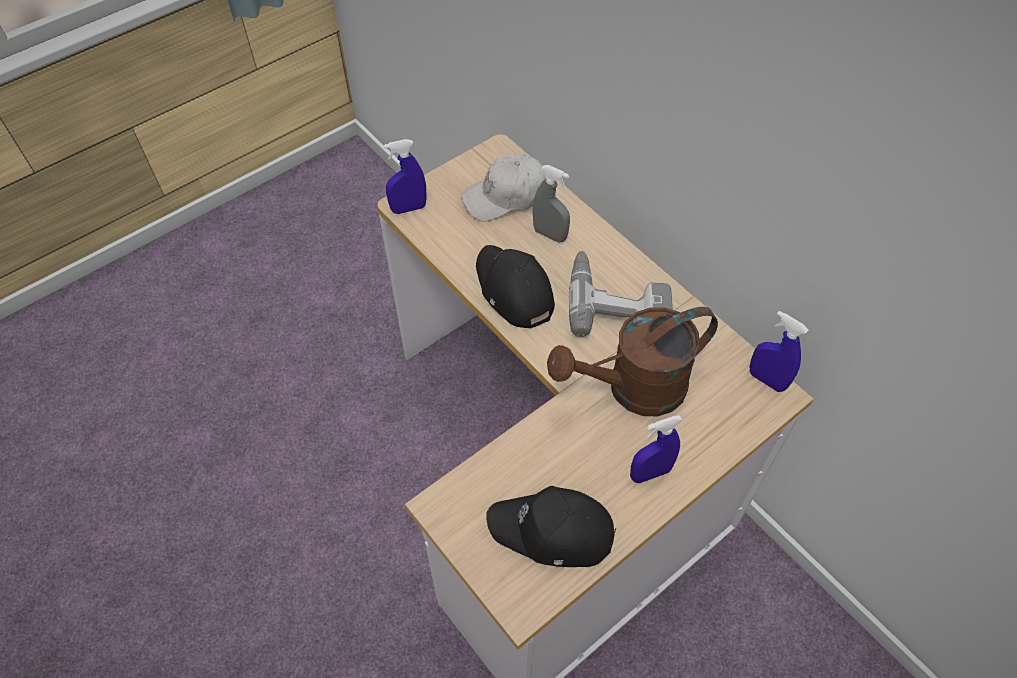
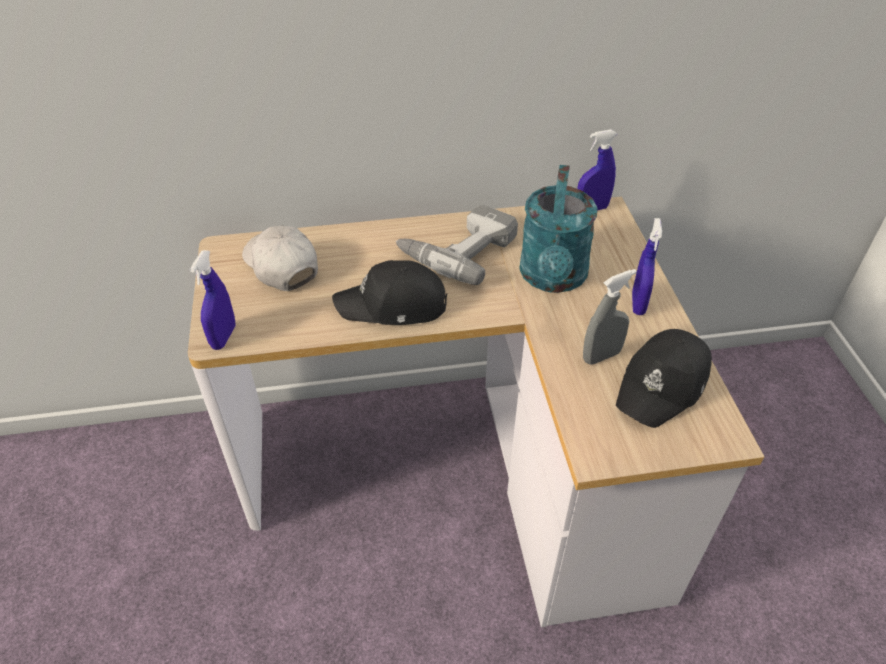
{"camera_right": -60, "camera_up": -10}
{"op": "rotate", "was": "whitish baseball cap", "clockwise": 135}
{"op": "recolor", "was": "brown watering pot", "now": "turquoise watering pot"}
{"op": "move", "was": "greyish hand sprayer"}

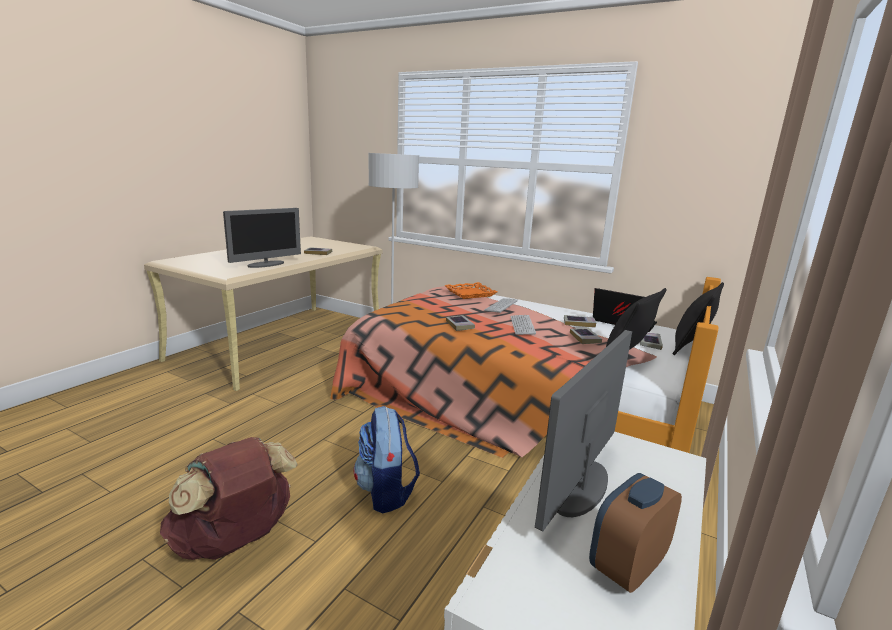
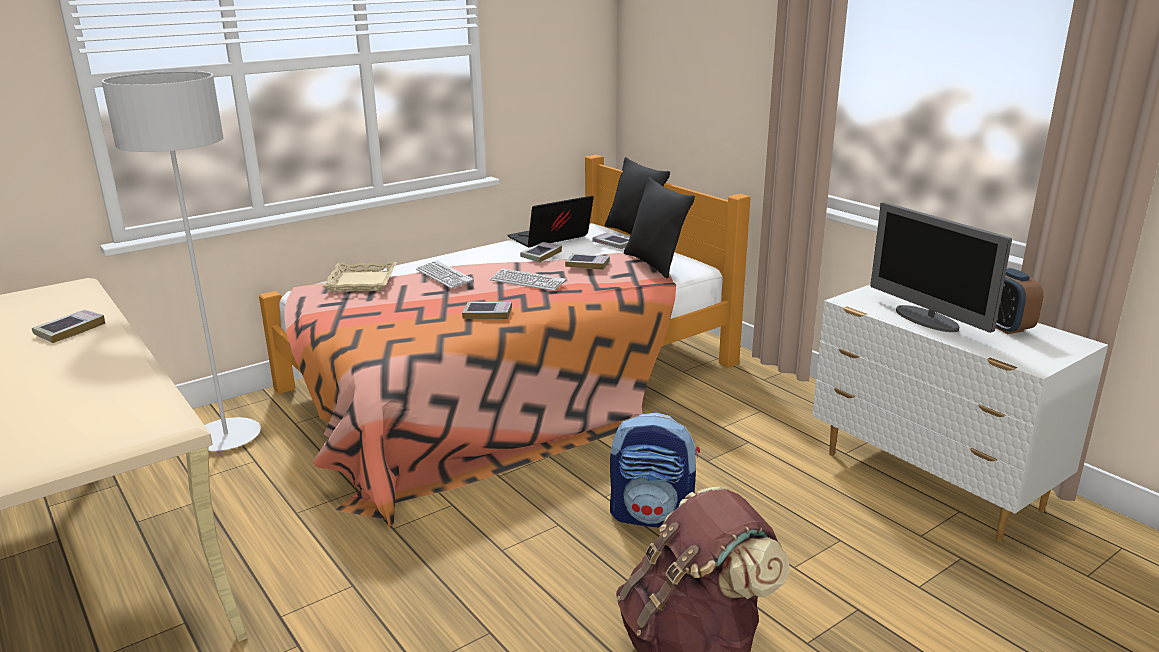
{"camera_right": -65, "camera_up": 5}
{"op": "recolor", "was": "orange-coloured carrying tray", "now": "beige carrying tray"}
{"op": "delete", "was": "computer screen (1st from left)"}

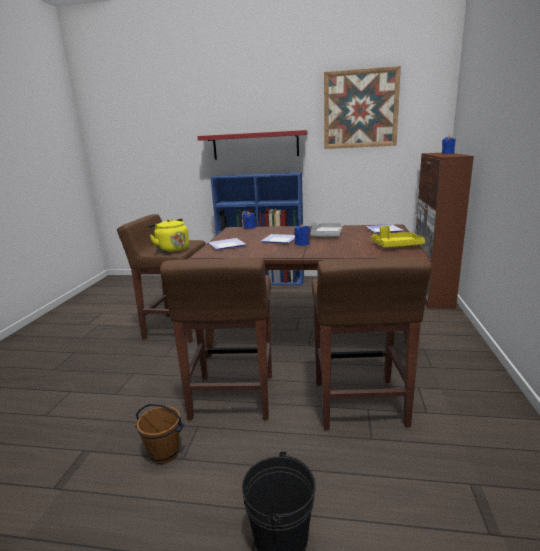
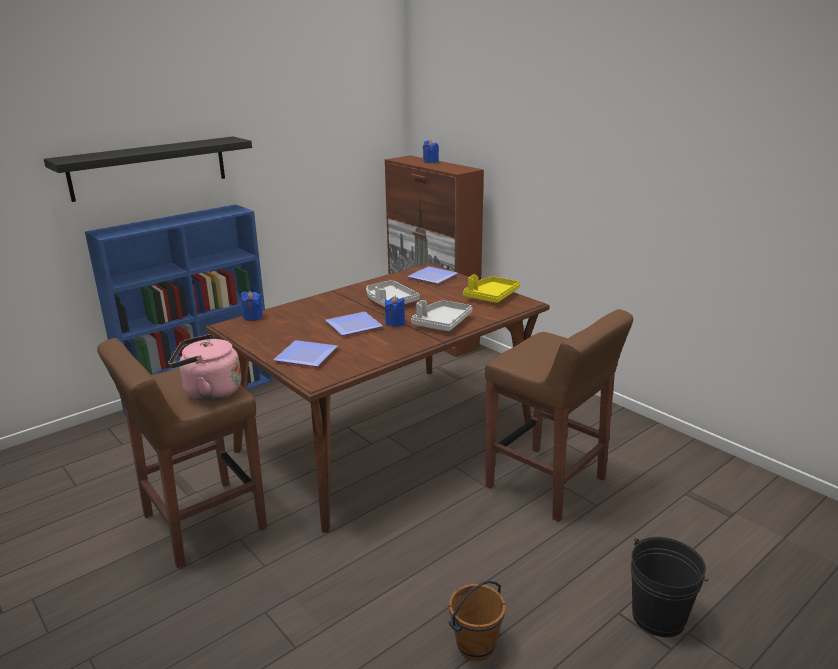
{"camera_right": -50, "camera_up": 5}
{"op": "recolor", "was": "red bracket shelf", "now": "blackish bracket shelf"}
{"op": "recolor", "was": "yellow-coloured tea kettle", "now": "pink-coloured tea kettle"}
{"op": "insert", "now": "greyish carrying tray (2nd from left)"}
{"op": "delete", "was": "brown stool (2nd from left)"}
{"op": "delete", "was": "wall art"}

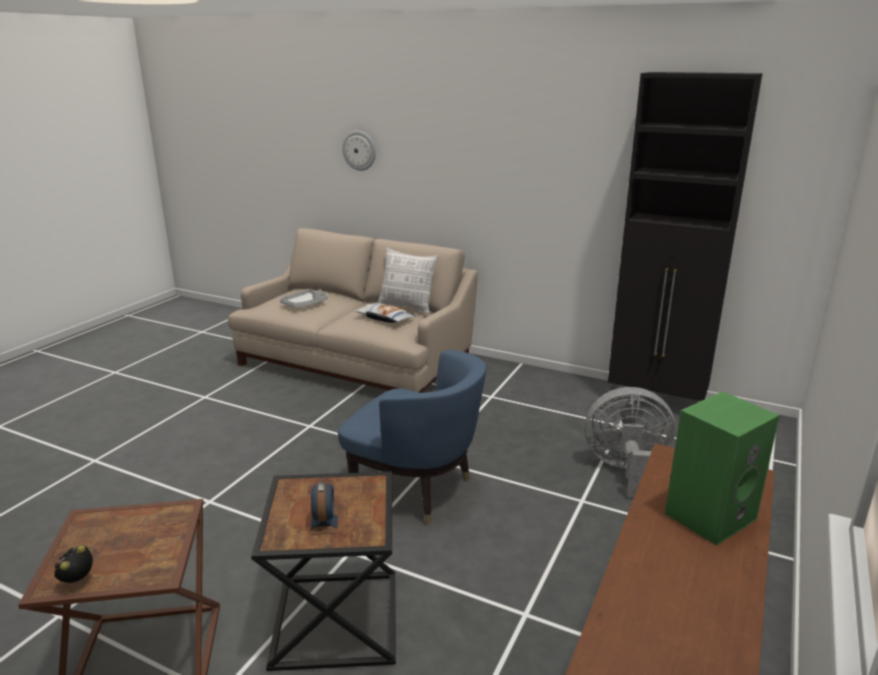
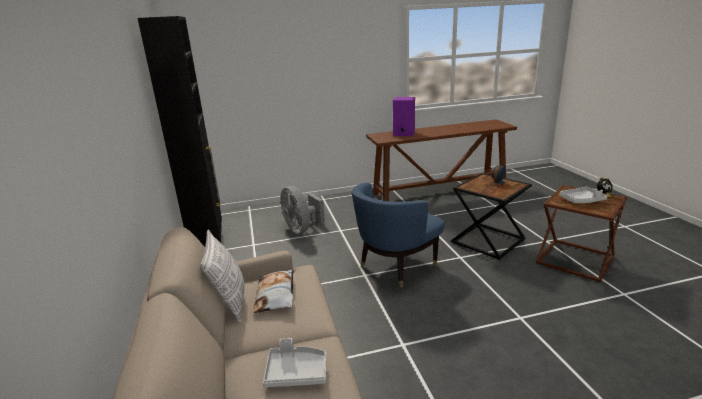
{"camera_right": -130, "camera_up": 0}
{"op": "rotate", "was": "blue lounge chair", "clockwise": -120}
{"op": "recolor", "was": "green loudspeaker", "now": "purplish loudspeaker"}
{"op": "insert", "now": "greyish carrying tray (2nd from left)"}
{"op": "delete", "was": "clock on the wall"}

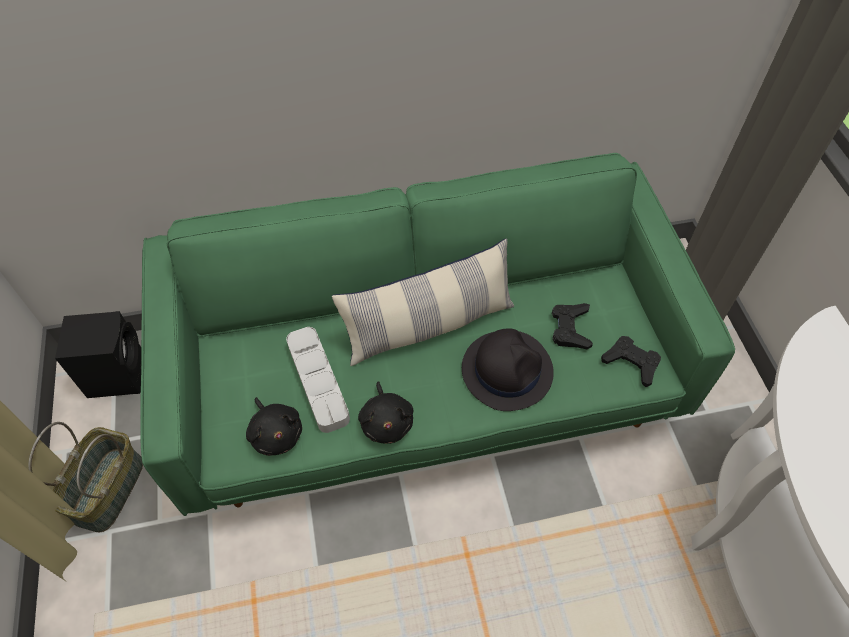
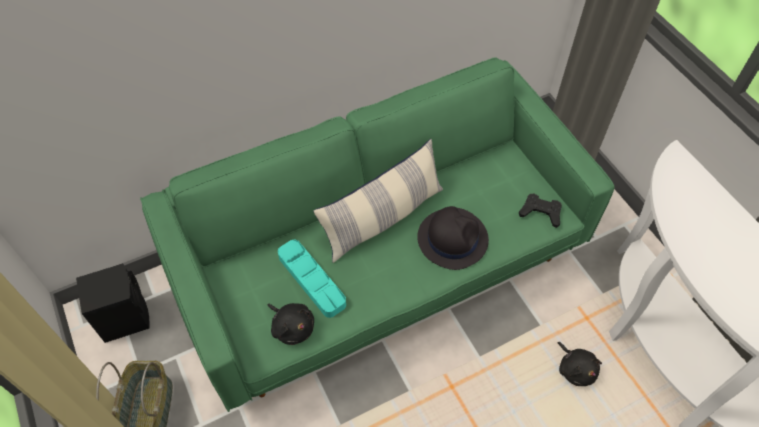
{"camera_right": -15, "camera_up": 0}
{"op": "recolor", "was": "greyish carrying tray", "now": "turquoise carrying tray"}
{"op": "move", "was": "blackish cuddly toy (2nd from left)"}
{"op": "delete", "was": "blackish game controller (1st from left)"}

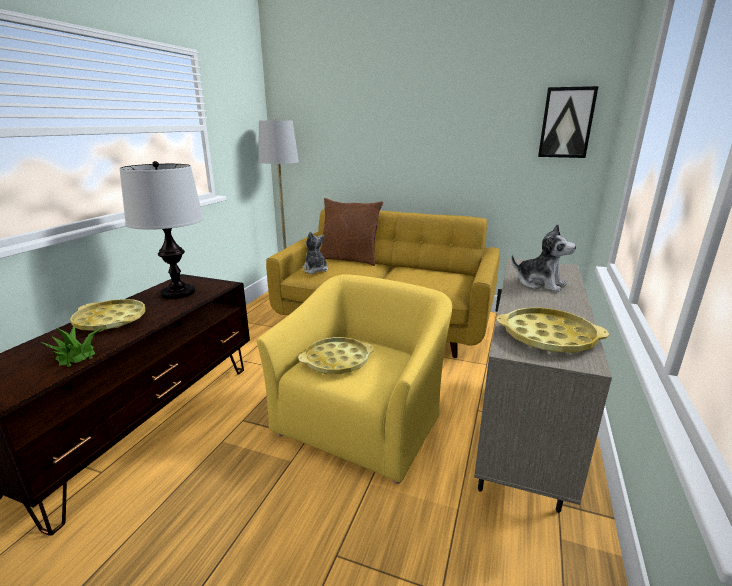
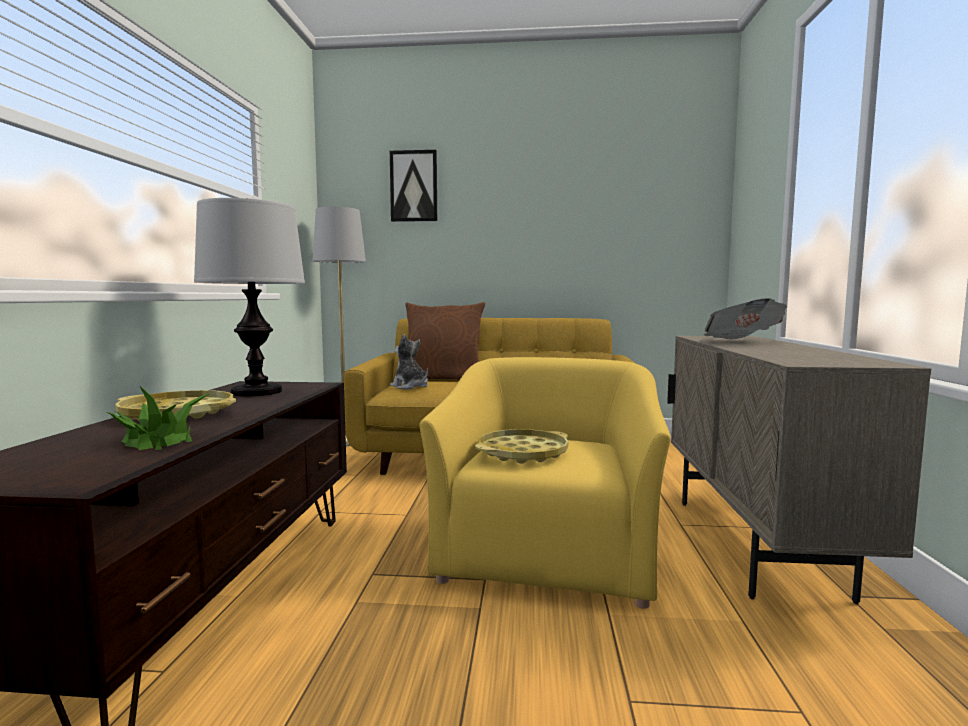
{"camera_right": -15, "camera_up": -15}
{"op": "move", "was": "wall art"}
{"op": "replace", "was": "cuddly toy (2nd from left)", "now": "newspaper"}
{"op": "delete", "was": "yellow-coloured carrying tray (3rd from left)"}

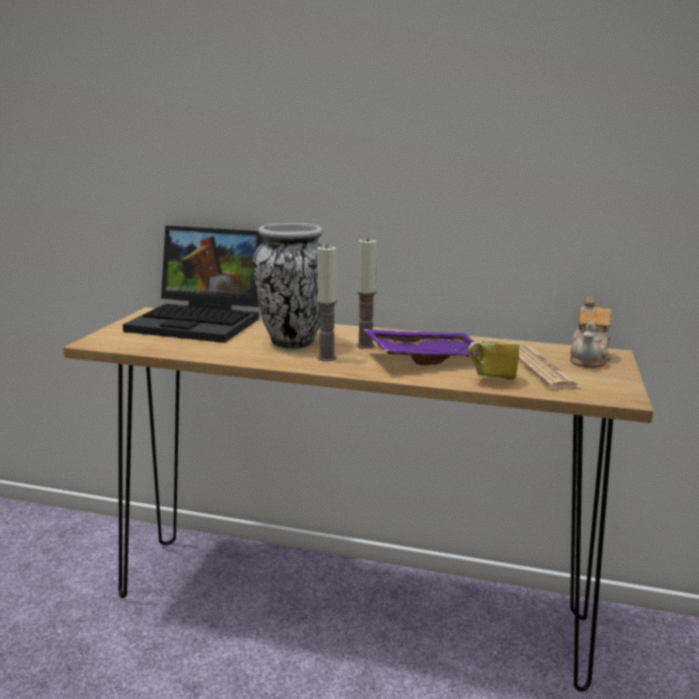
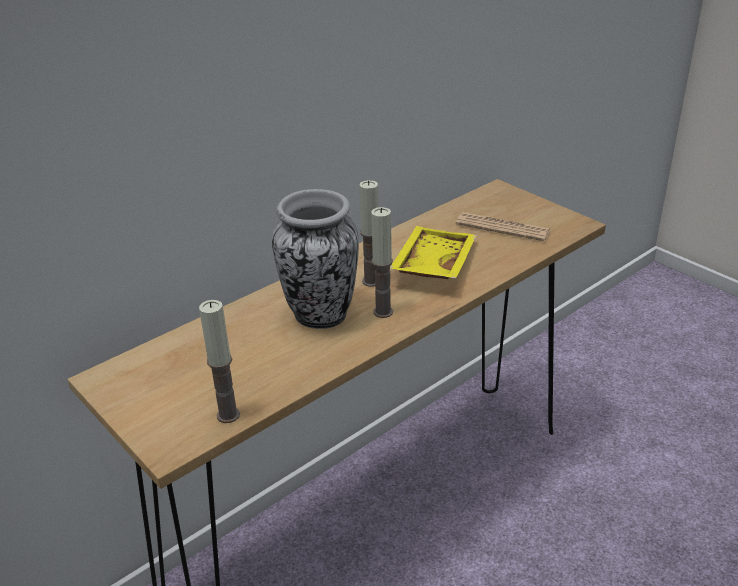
{"camera_right": -55, "camera_up": 15}
{"op": "insert", "now": "wax light (1st from left)"}
{"op": "recolor", "was": "purplish carrying tray", "now": "yellow-coloured carrying tray"}
{"op": "delete", "was": "laptop"}
{"op": "delete", "was": "coffee mug"}
{"op": "delete", "was": "teapot"}

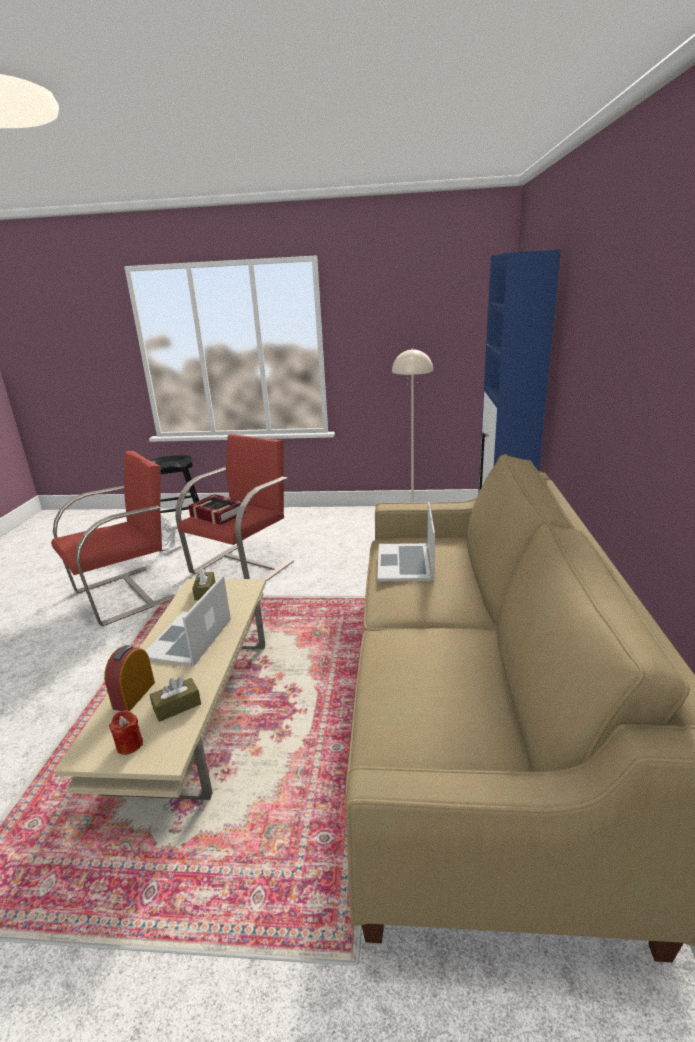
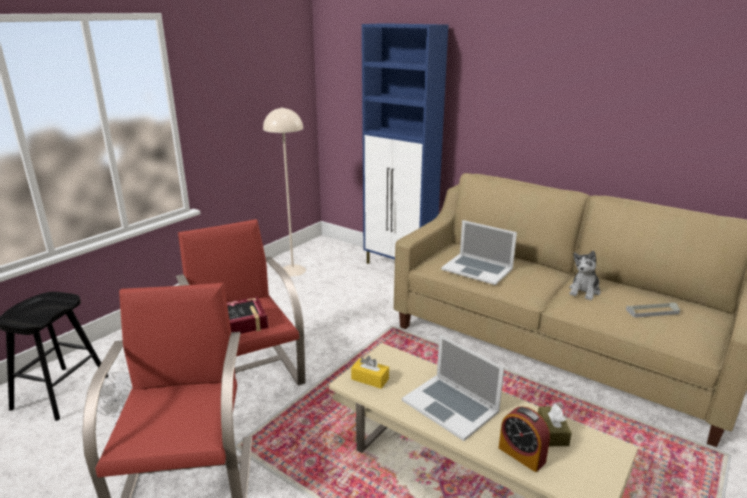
{"camera_right": -60, "camera_up": 0}
{"op": "recolor", "was": "brown box of tissues (2nd from left)", "now": "yellow-coloured box of tissues"}
{"op": "insert", "now": "cuddly toy"}
{"op": "insert", "now": "greyish carrying tray"}
{"op": "delete", "was": "red wax light"}

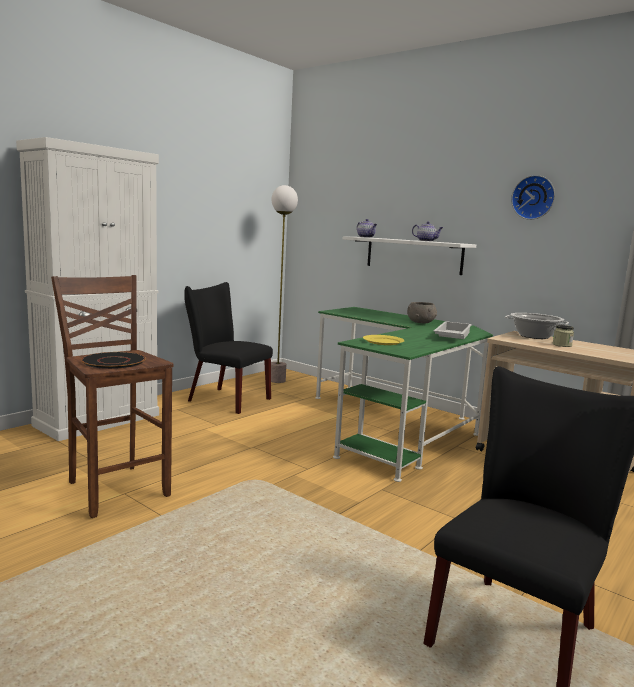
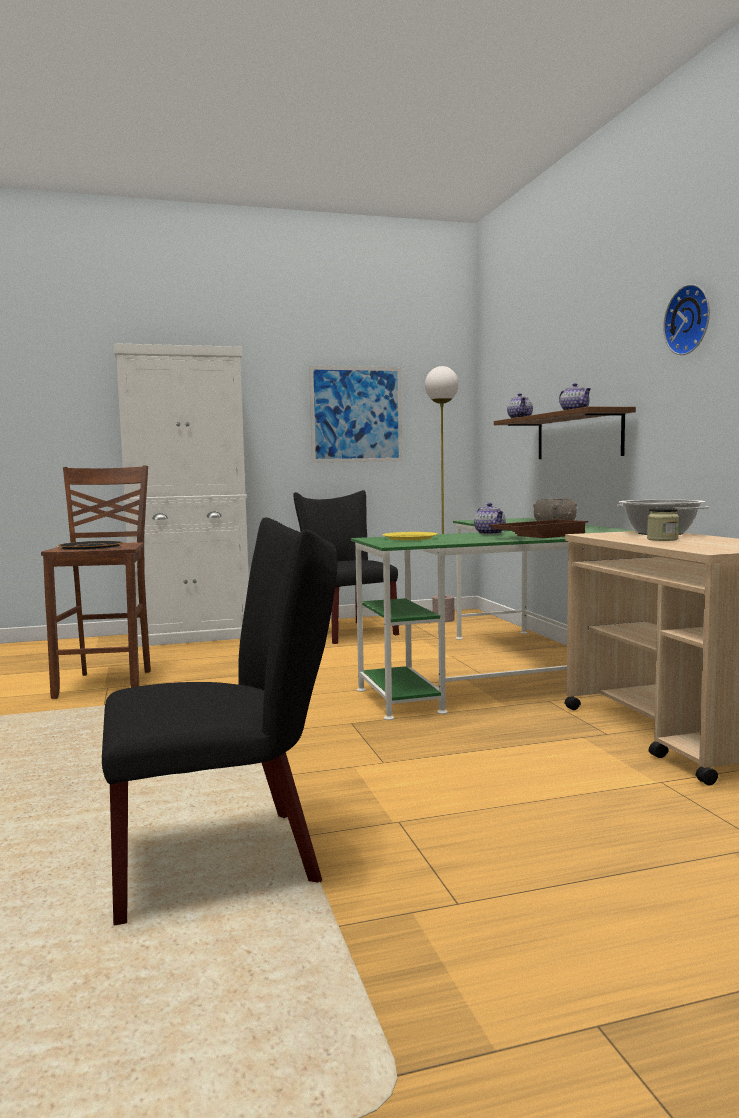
{"camera_right": 35, "camera_up": -5}
{"op": "insert", "now": "wall art"}
{"op": "insert", "now": "teapot (1st from left)"}
{"op": "recolor", "was": "whitish carrying tray", "now": "brown carrying tray"}
{"op": "recolor", "was": "whitish bracket shelf", "now": "brown bracket shelf"}

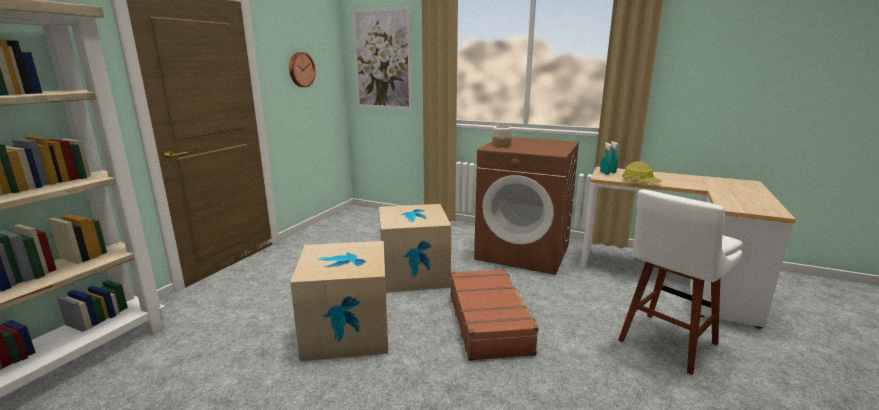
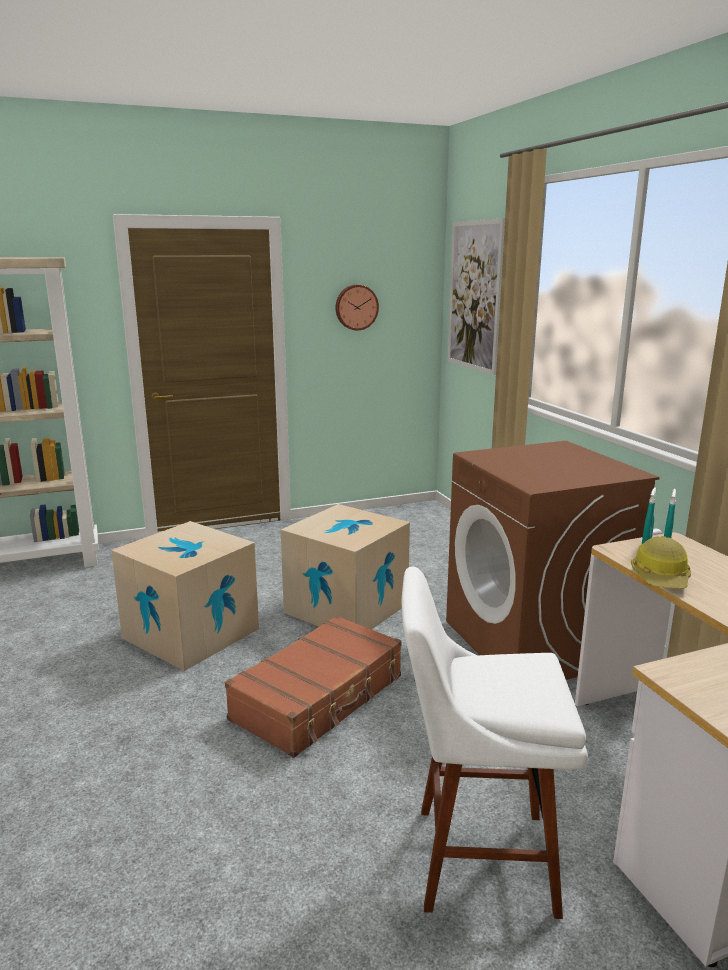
{"camera_right": 45, "camera_up": 0}
{"op": "delete", "was": "storage jar"}

